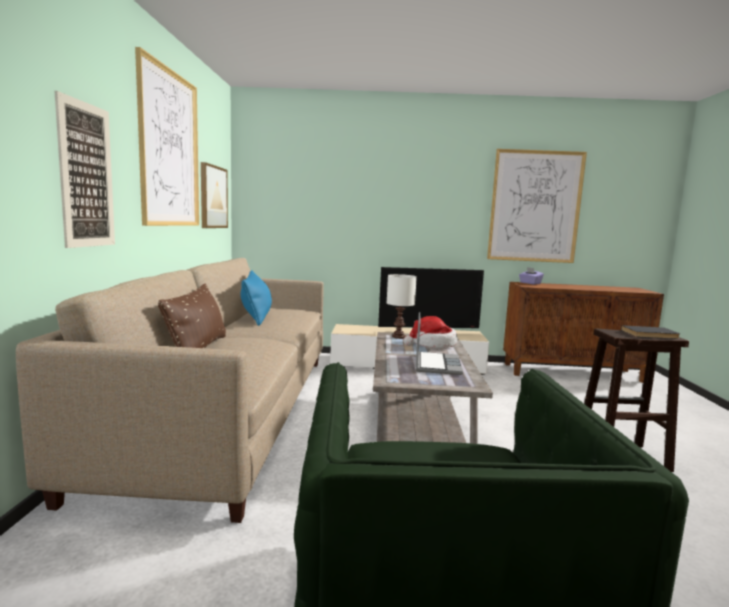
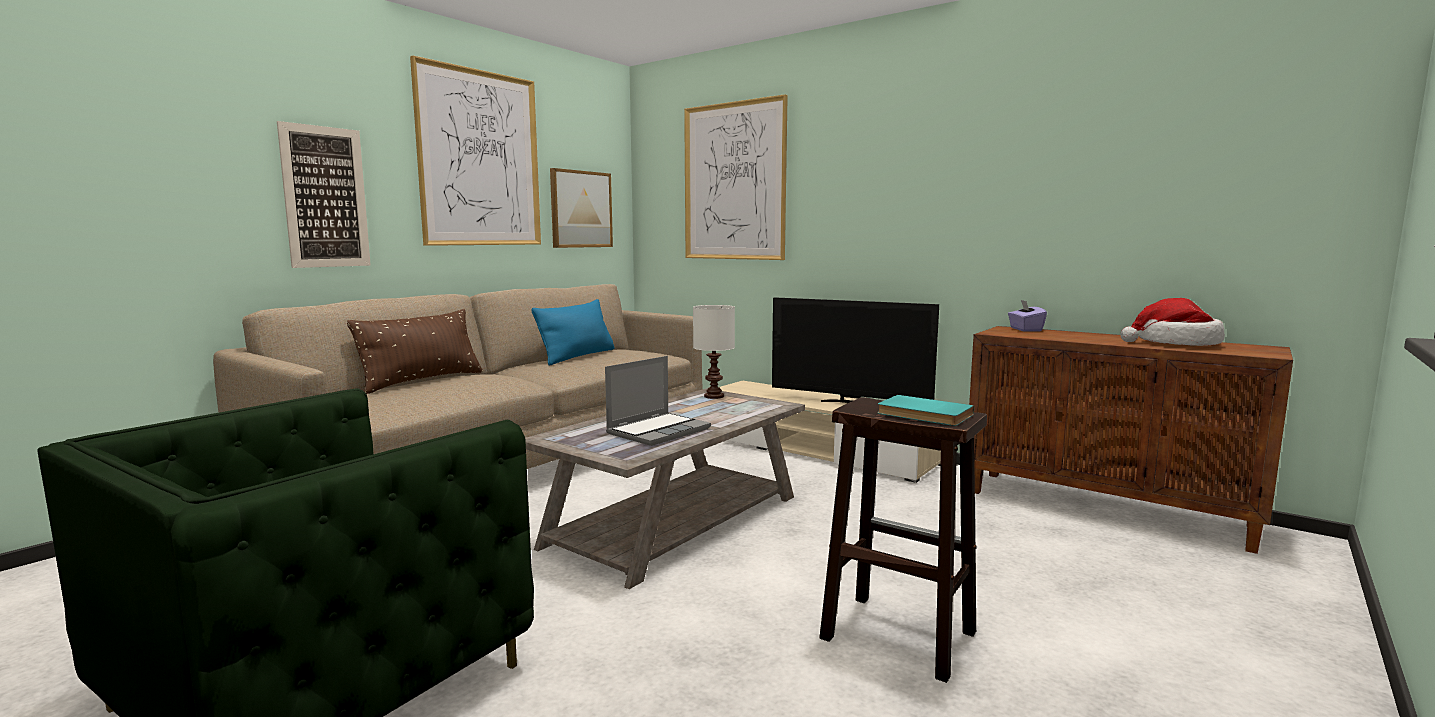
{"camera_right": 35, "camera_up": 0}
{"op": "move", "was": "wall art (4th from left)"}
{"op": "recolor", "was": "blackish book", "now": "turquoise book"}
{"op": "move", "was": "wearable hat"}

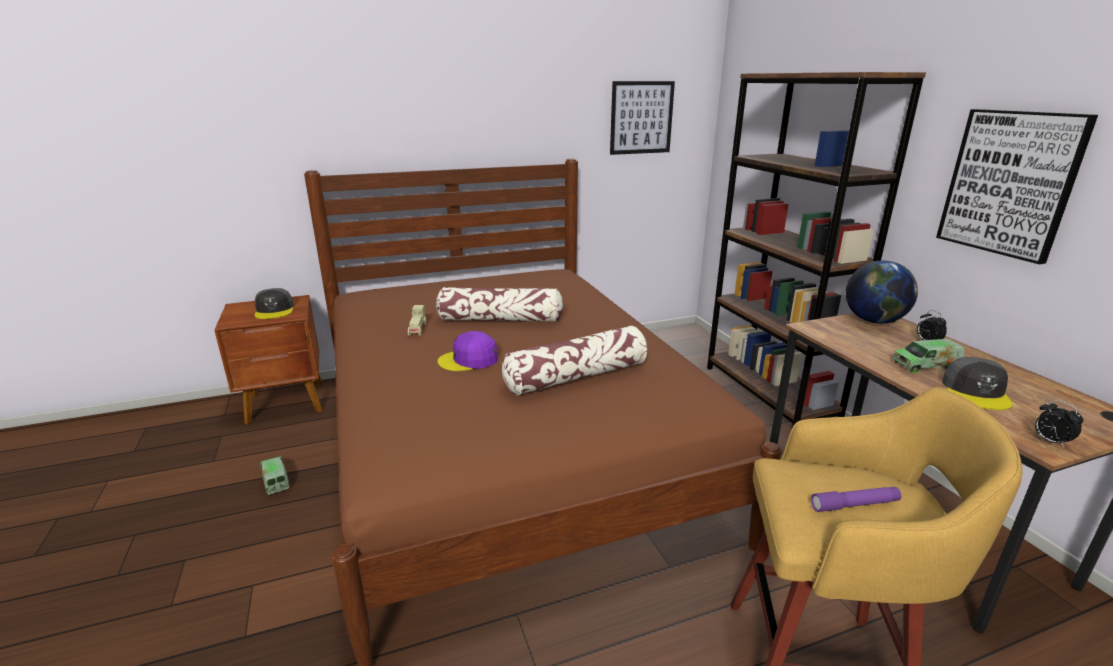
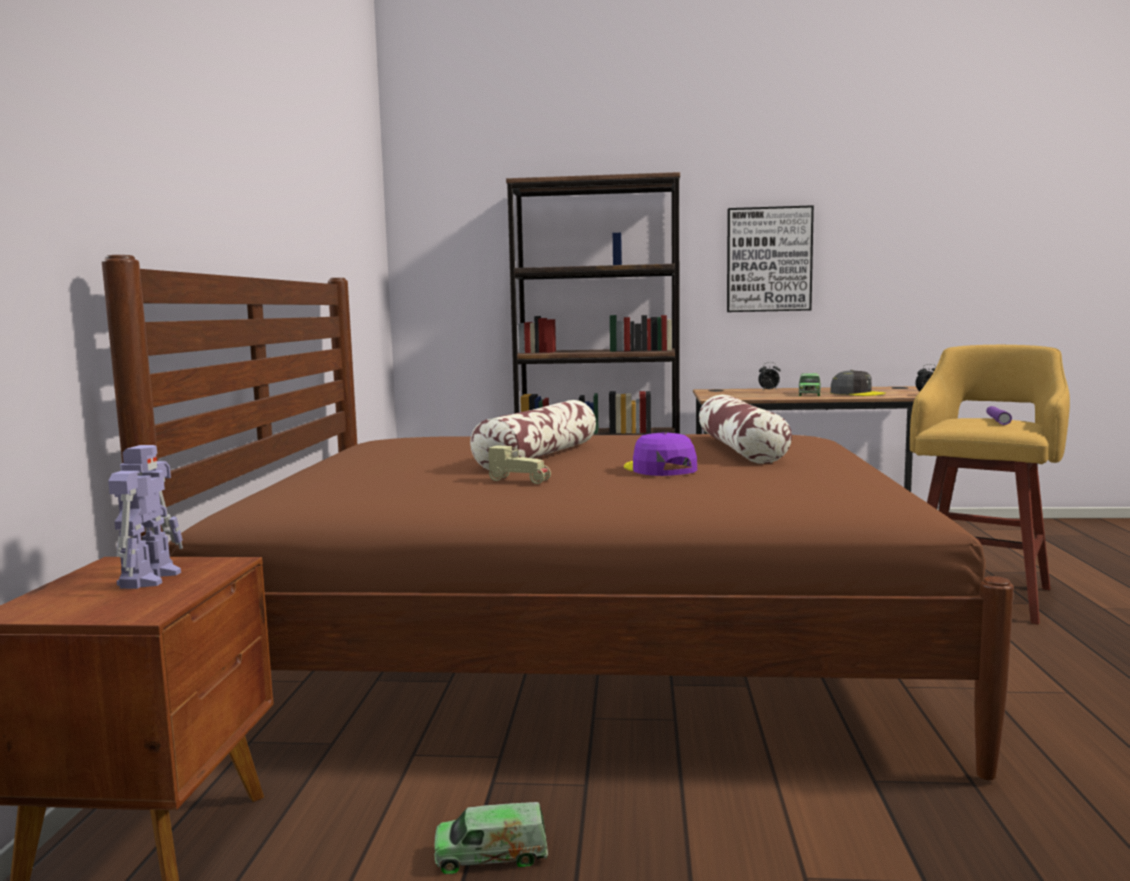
{"camera_right": -65, "camera_up": -15}
{"op": "replace", "was": "greyish baseball cap (1st from left)", "now": "robot figure"}
{"op": "rotate", "was": "purplish baseball cap", "clockwise": 150}
{"op": "delete", "was": "wall art (1st from left)"}
{"op": "delete", "was": "world globe"}

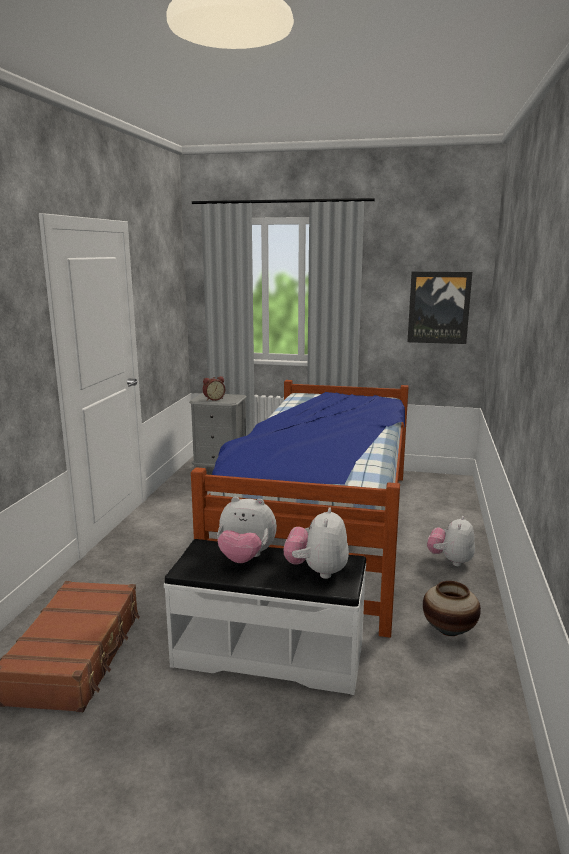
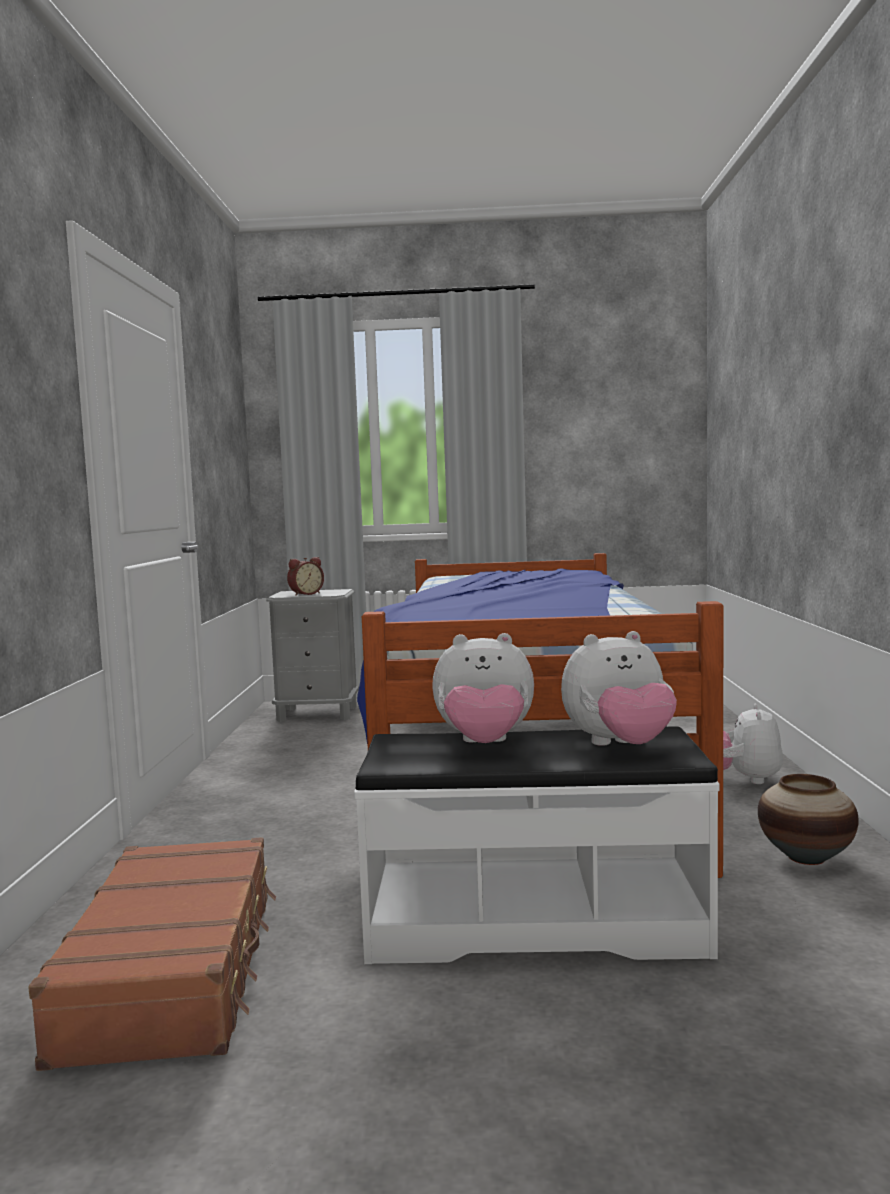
{"camera_right": -10, "camera_up": -10}
{"op": "rotate", "was": "cuddly toy (2nd from left)", "clockwise": -105}
{"op": "delete", "was": "wall art"}

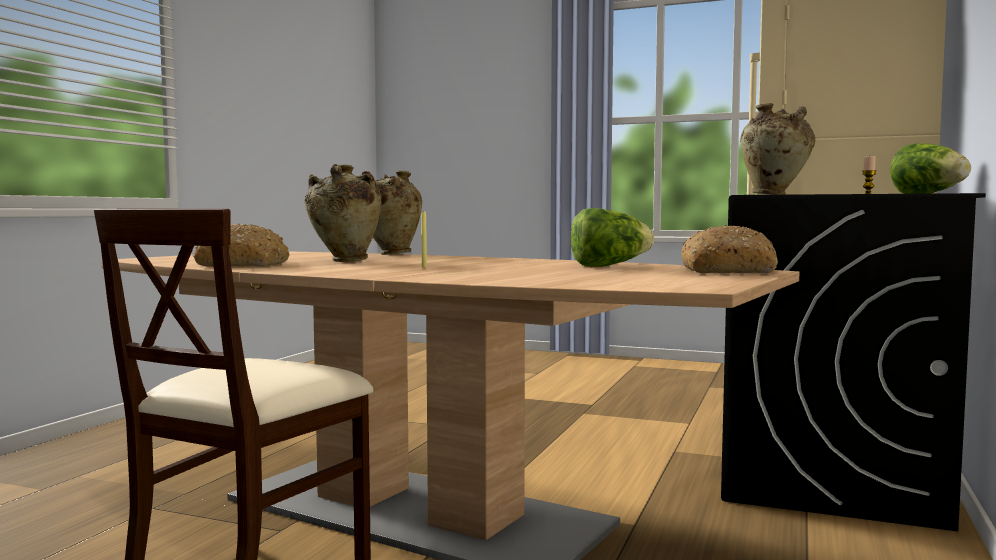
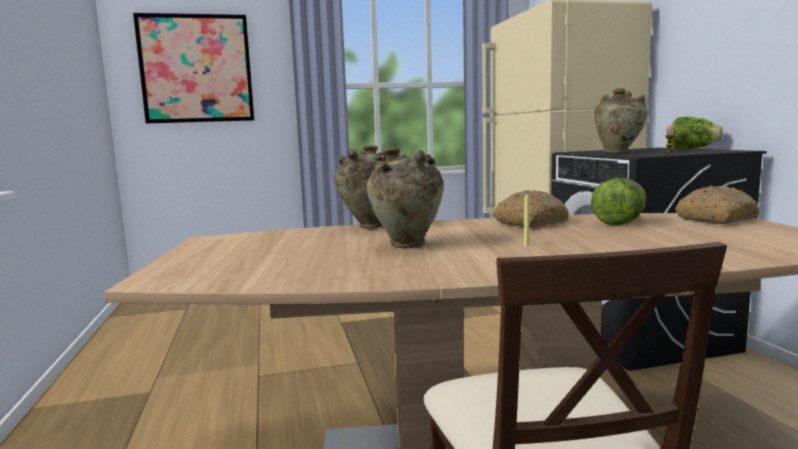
{"camera_right": -35, "camera_up": 5}
{"op": "insert", "now": "wall art"}
{"op": "move", "was": "baked bread (1st from left)"}

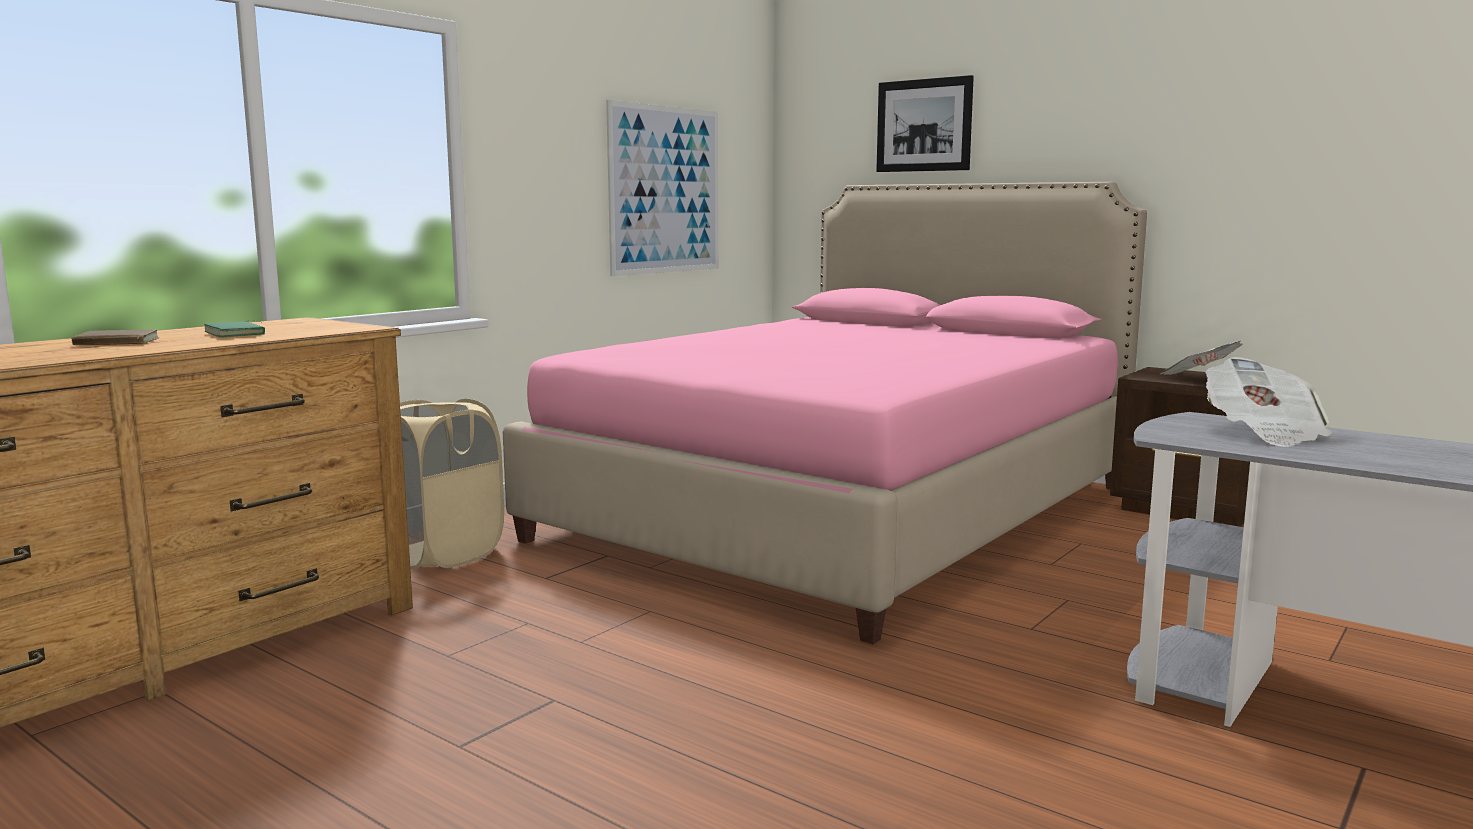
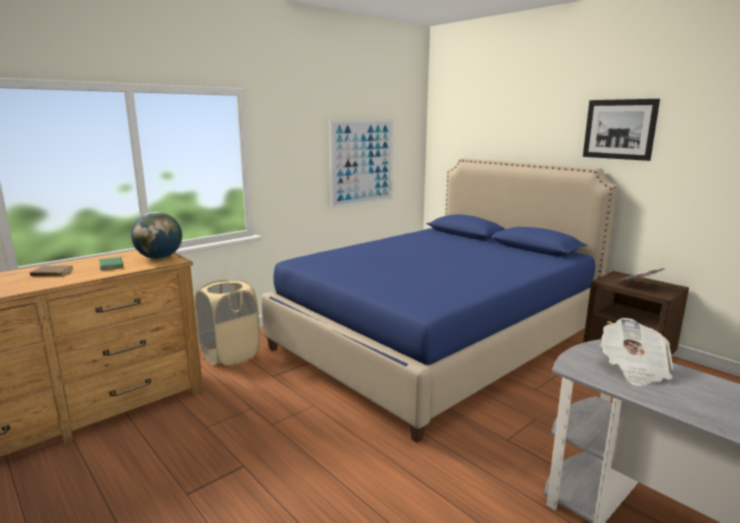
{"camera_right": 10, "camera_up": 5}
{"op": "insert", "now": "world globe"}
{"op": "recolor", "was": "pink-coloured bed", "now": "blue bed"}
{"op": "move", "was": "wall art (2nd from left)"}

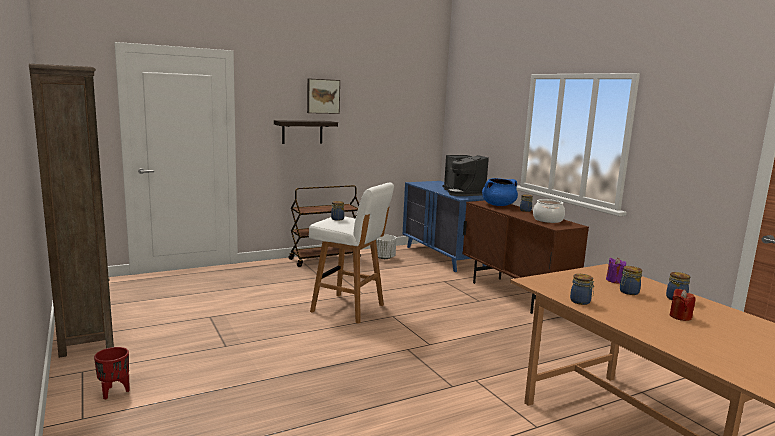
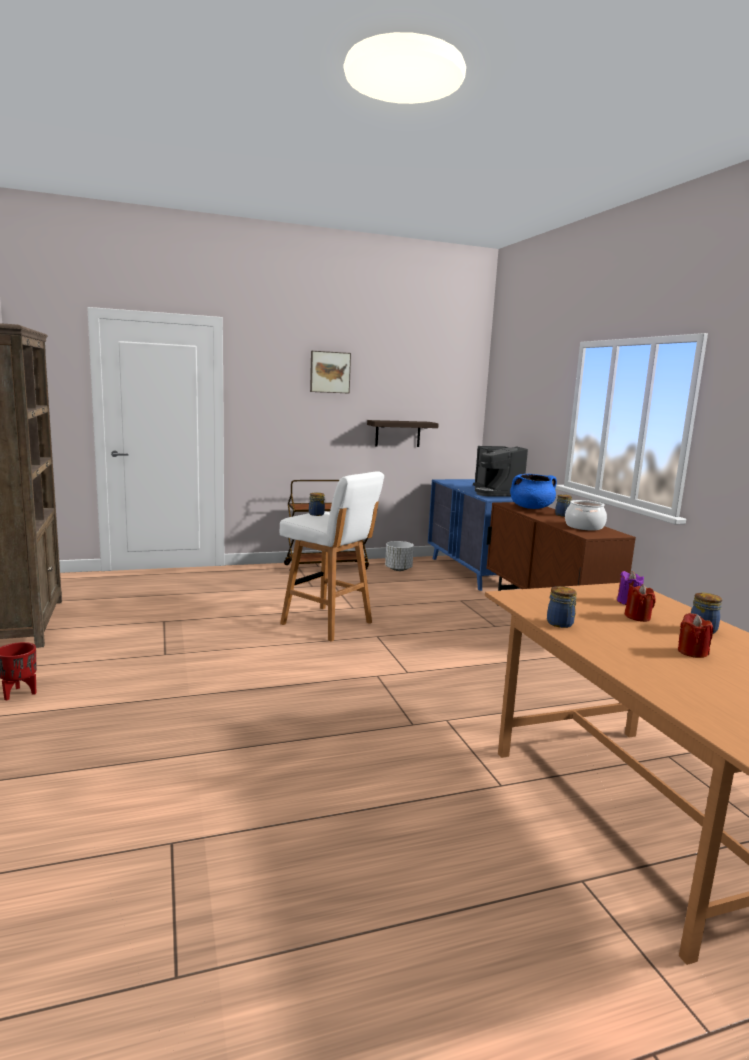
{"camera_right": 10, "camera_up": 0}
{"op": "move", "was": "bracket shelf"}
{"op": "replace", "was": "storage jar (4th from left)", "now": "red wax light (1st from left)"}

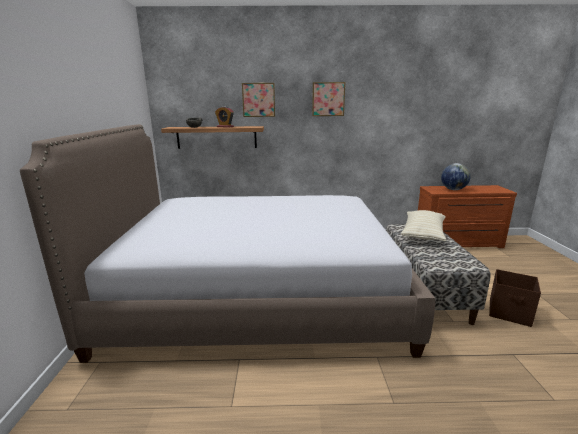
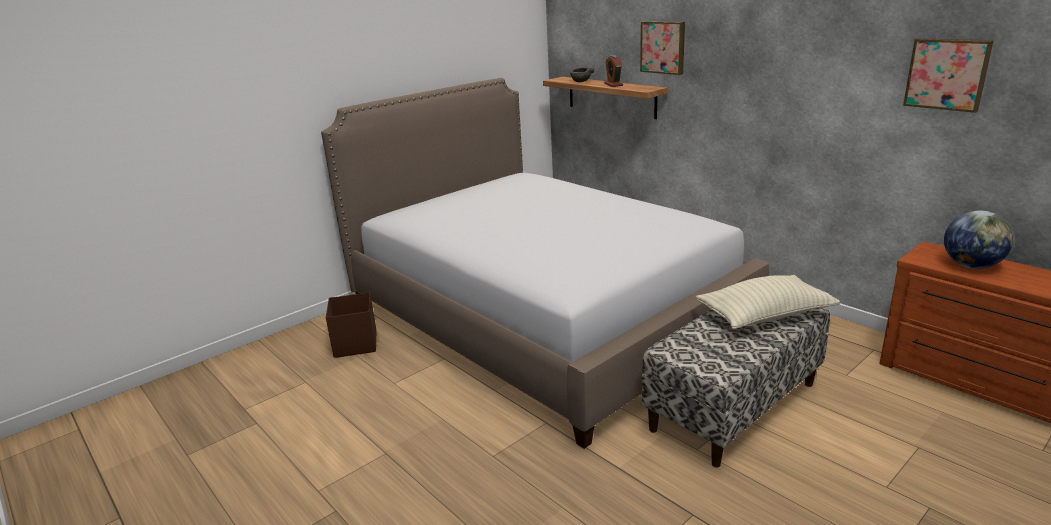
{"camera_right": 50, "camera_up": 5}
{"op": "move", "was": "brown storage bin"}
{"op": "move", "was": "wall art (2nd from left)"}

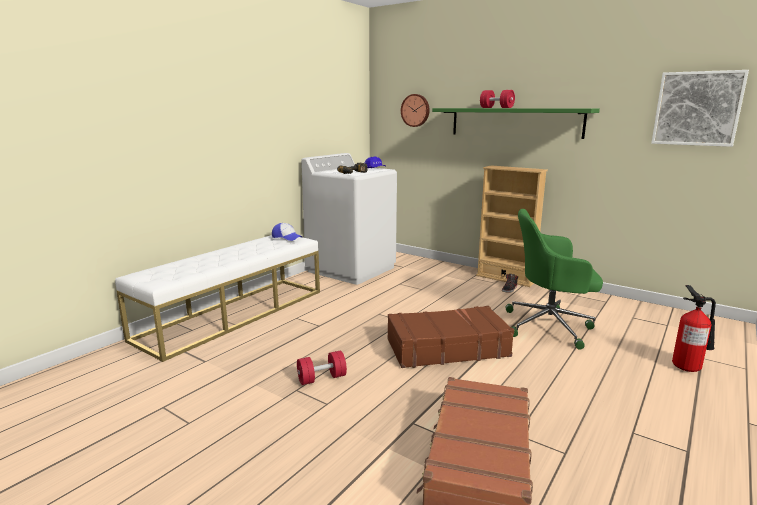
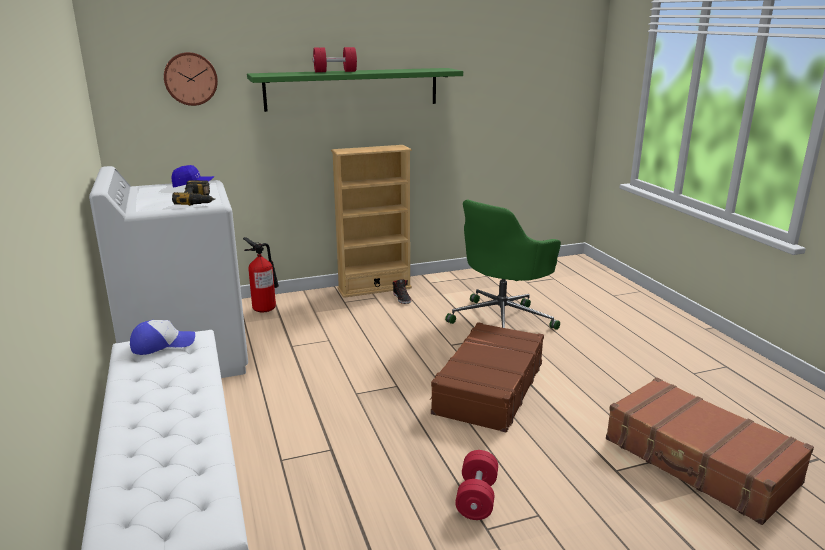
{"camera_right": -55, "camera_up": 5}
{"op": "move", "was": "fire-fighting cylinder"}
{"op": "delete", "was": "wall art"}

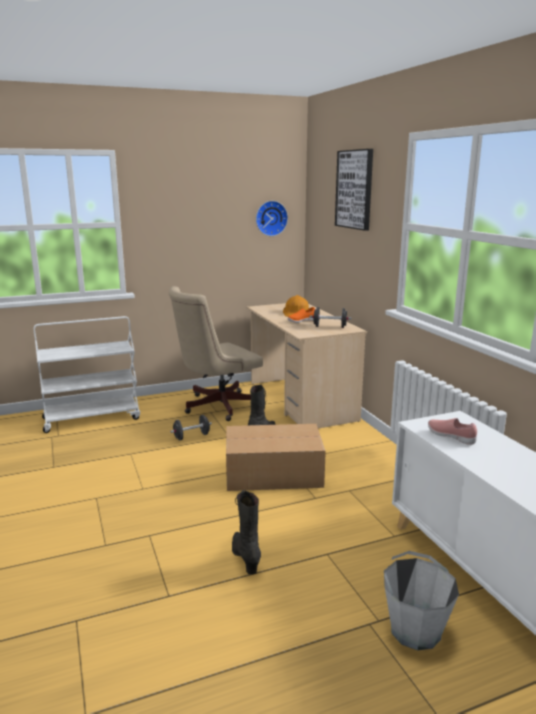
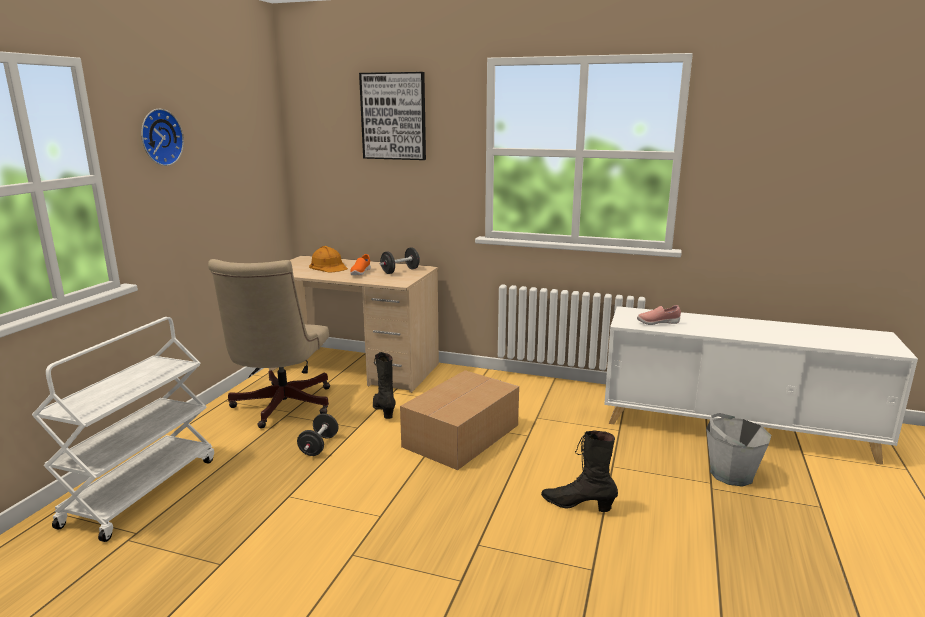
{"camera_right": -50, "camera_up": 0}
{"op": "move", "was": "clock on the wall"}

